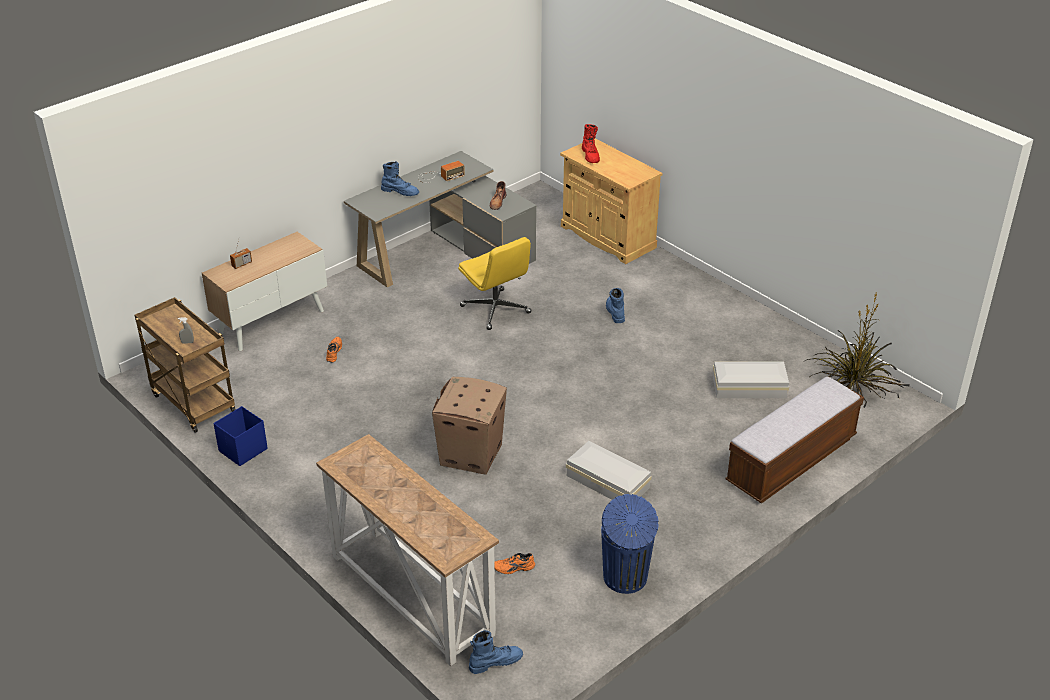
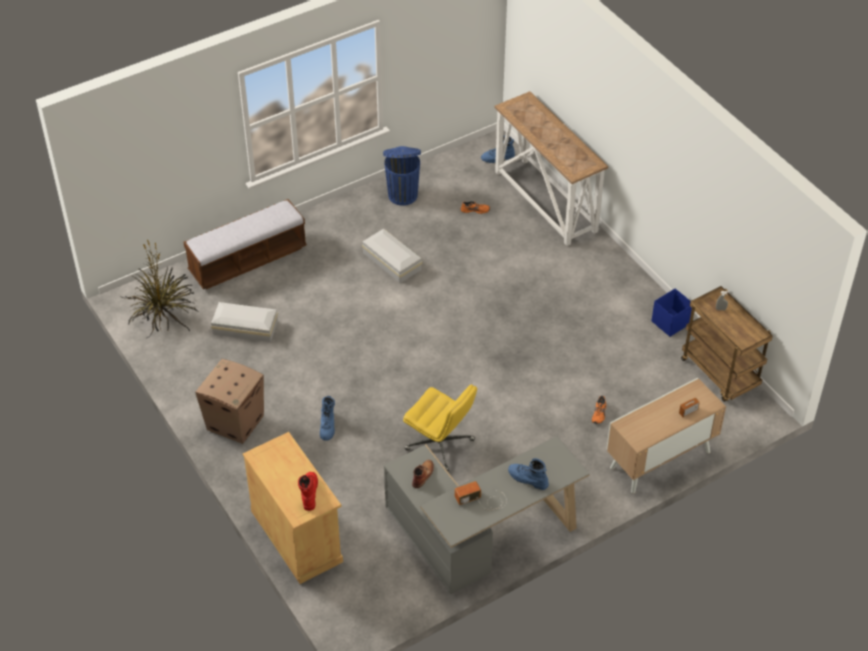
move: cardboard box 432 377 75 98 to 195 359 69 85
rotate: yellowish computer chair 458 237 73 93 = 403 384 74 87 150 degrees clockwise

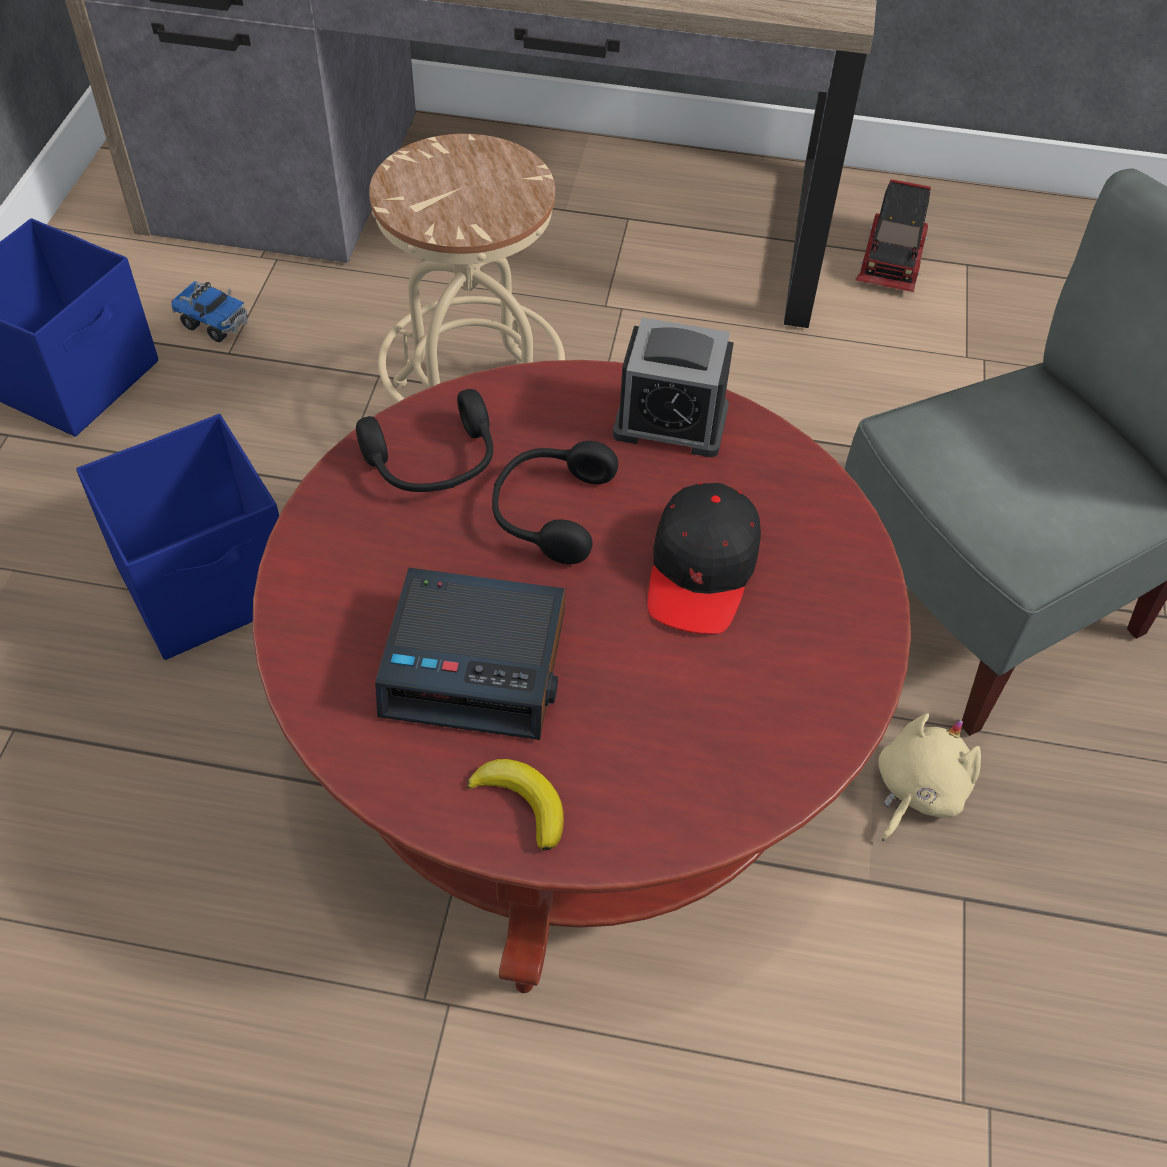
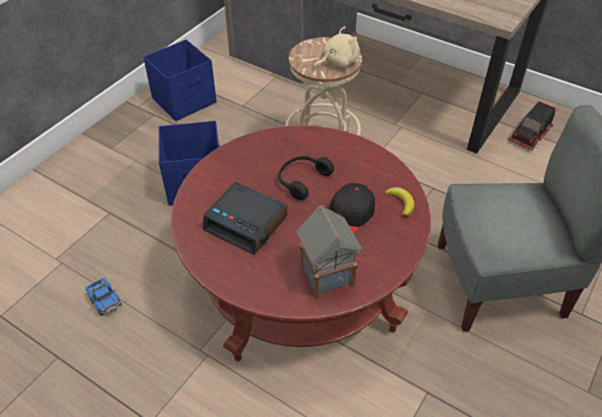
delete: black-coloured headphones 356 389 137 103; alarm clock 613 317 121 140
insert: miniature house 296 205 66 93
move: model truck 171 281 76 61 to 85 278 36 38; banana fruit 467 759 97 92 to 385 187 30 30; beige cuddly toy 878 713 103 128 to 313 26 46 42

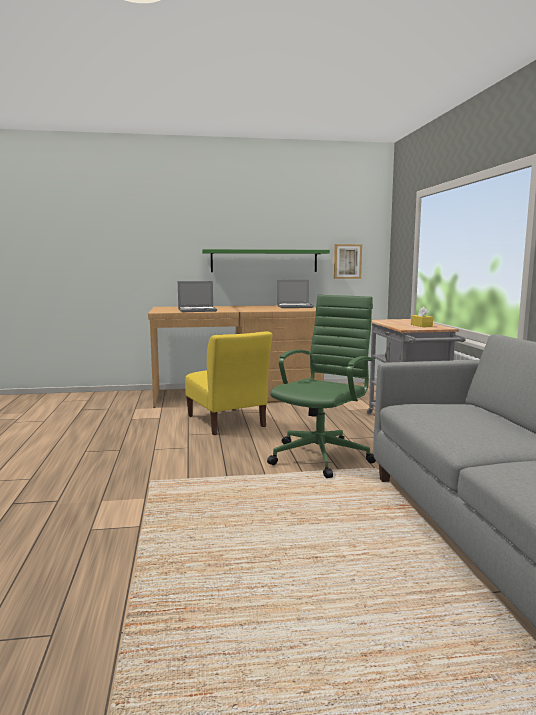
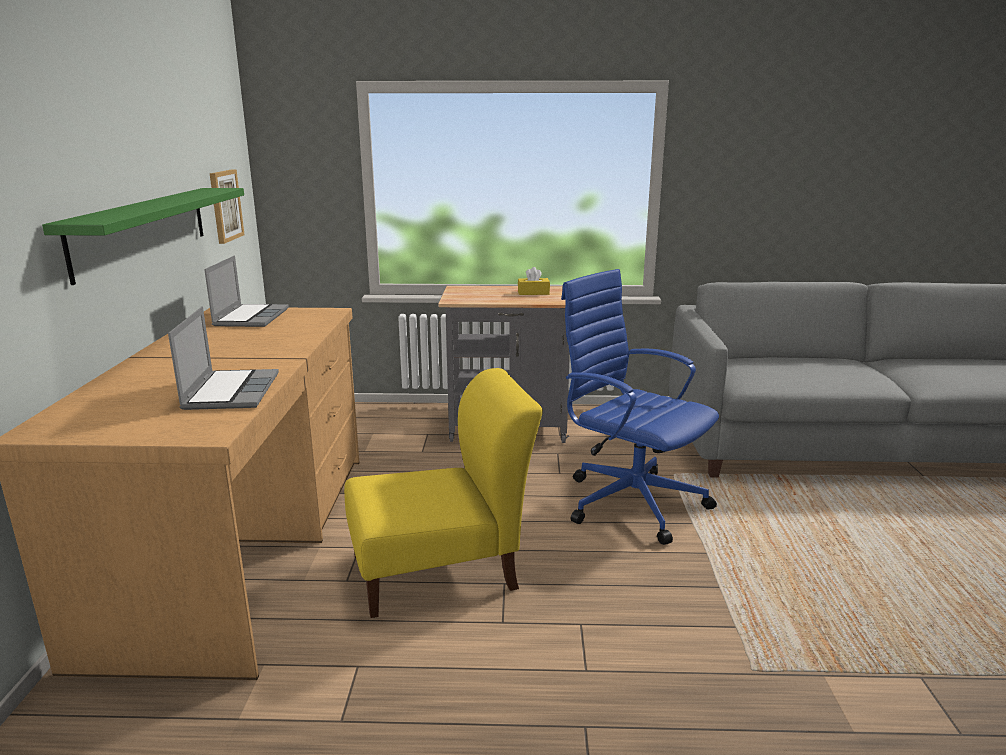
recolor: greenish computer chair 267 295 109 183 to bluish computer chair 561 269 158 276

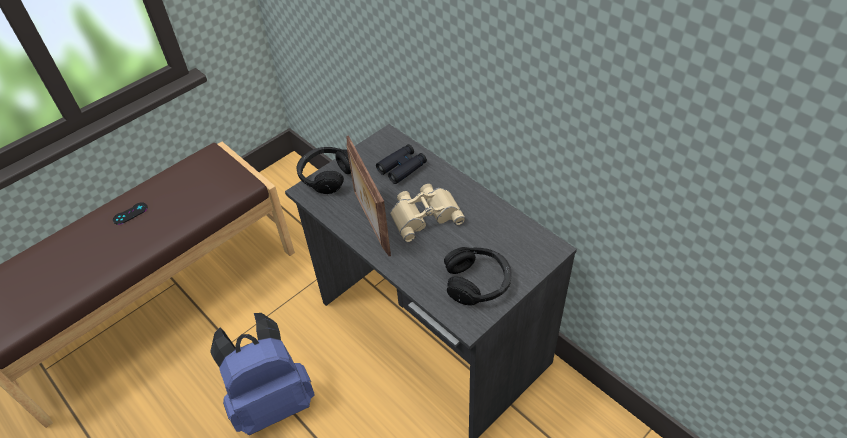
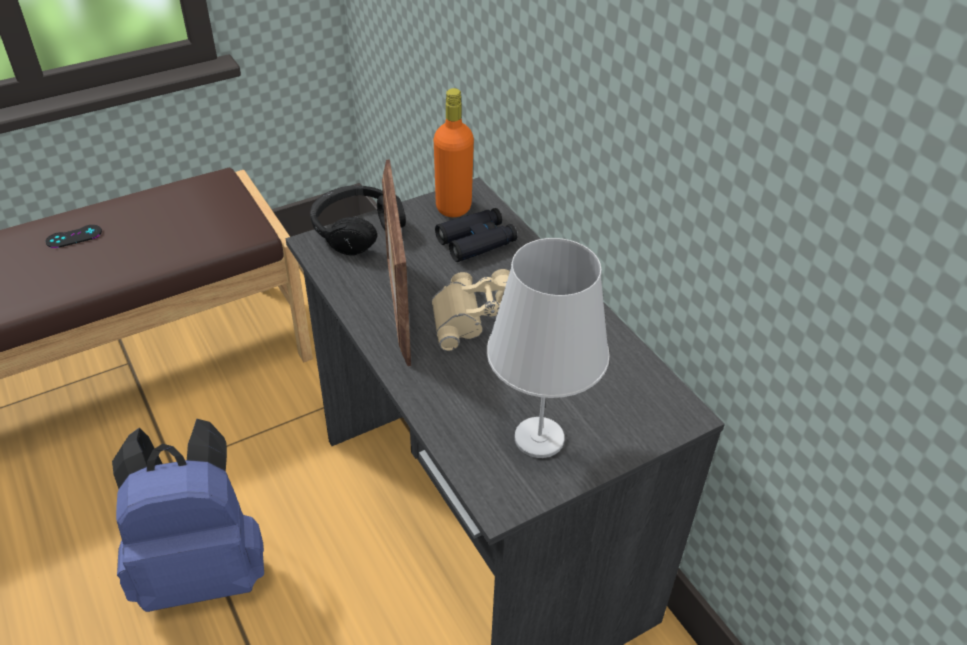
insert: orange-coloured beverage bottle 434 88 40 129
replace: black-coloured headphones 444 247 68 59 to white-coloured table lamp 487 238 123 220

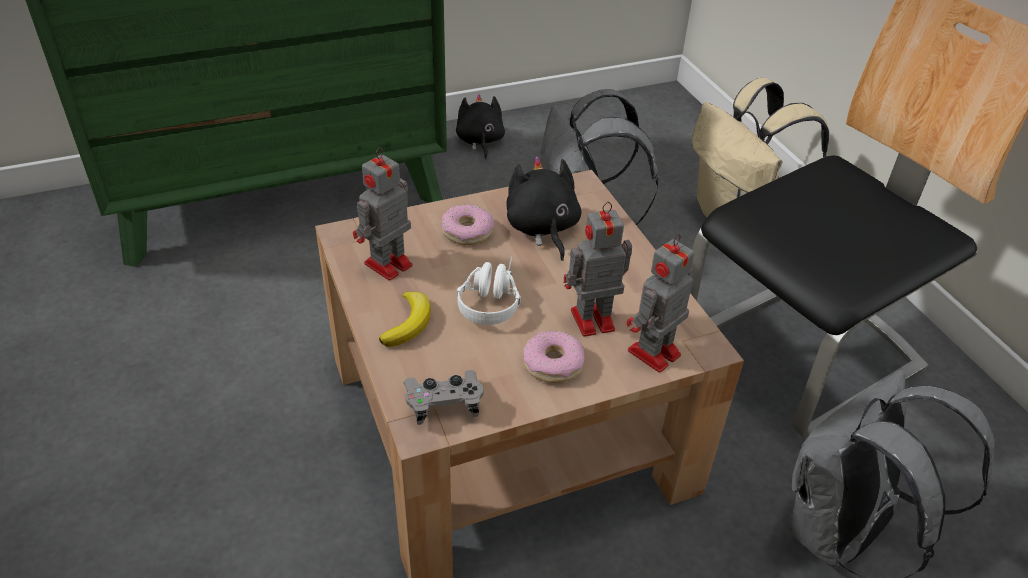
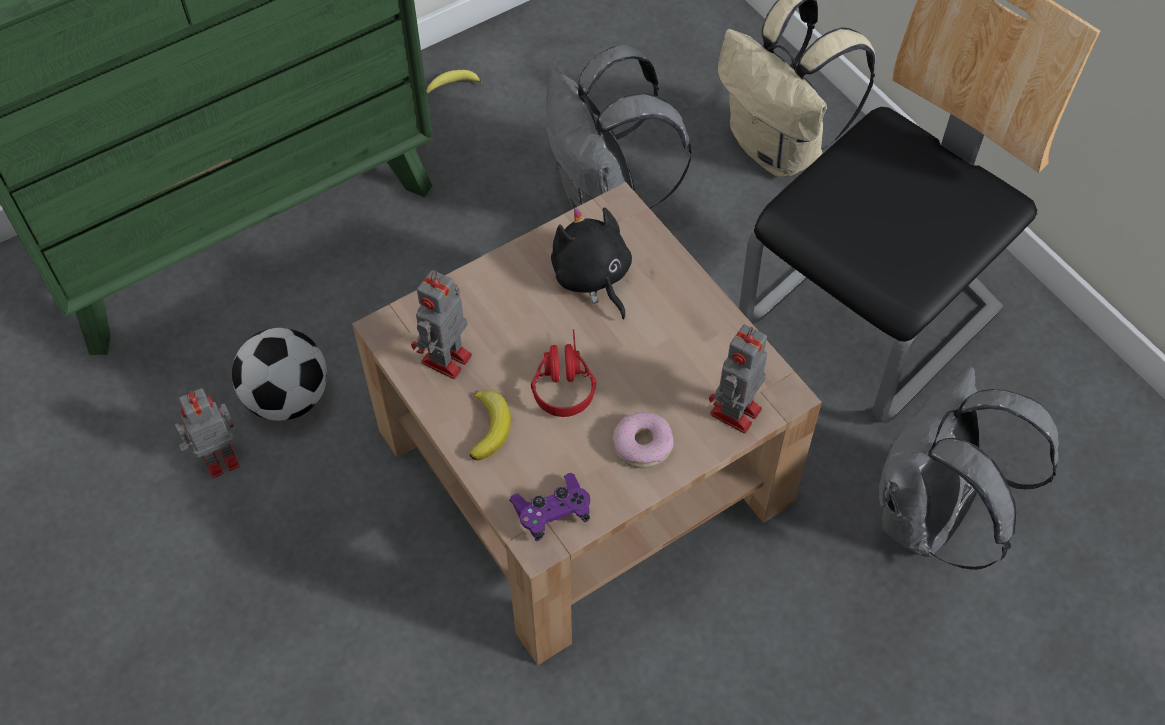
delete: doughnut 442 204 52 41
insert: ball for football 232 328 95 93
move: toy robot 563 202 69 135 to 175 388 65 90
replace: black-coloured cuddly toy 456 94 49 65 to banana fruit 427 70 56 23
recolor: gray joypad 403 370 81 55 to purplish joypad 509 473 81 68; white-coloured headphones 457 257 64 68 to red headphones 531 329 65 88

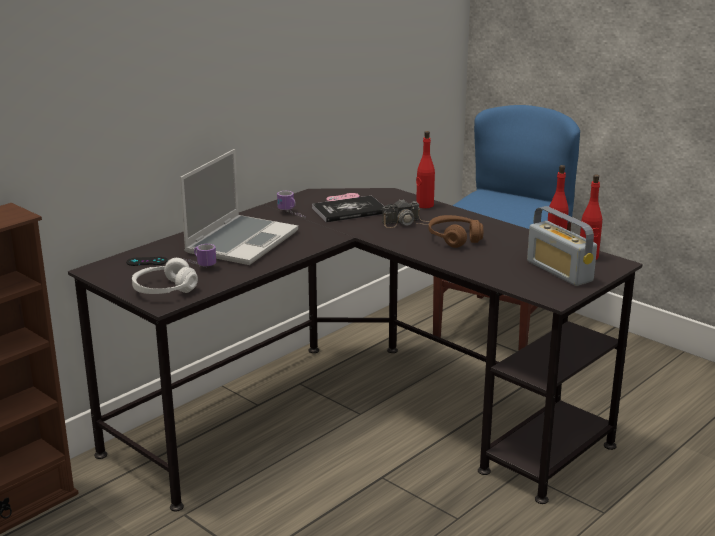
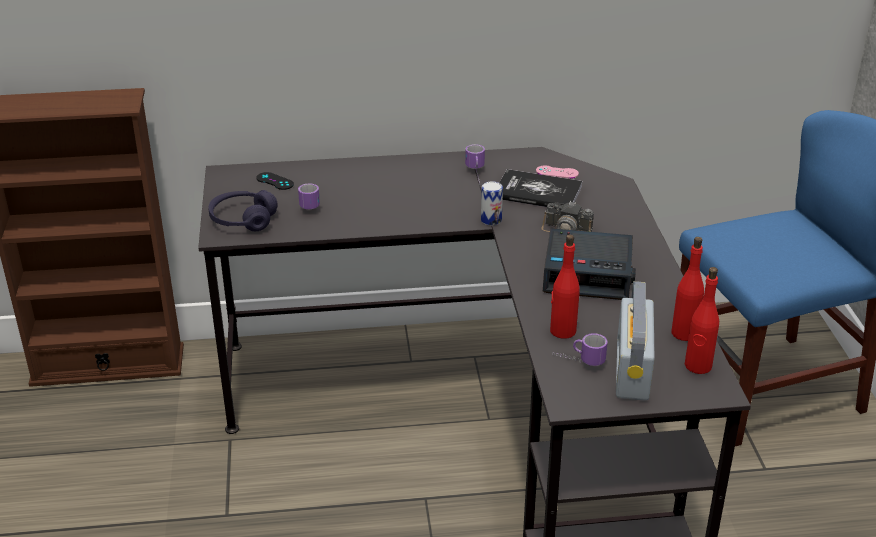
delete: laptop 180 149 118 116
insert: can 481 181 22 44; mug 552 333 56 33
move: red beverage bottle 416 131 19 77 to 550 234 30 105
replace: brown-coloured headphones 429 215 54 33 to alarm clock 543 228 93 72
recolor: white-coloured headphones 132 258 66 36 to purplish headphones 208 190 70 41

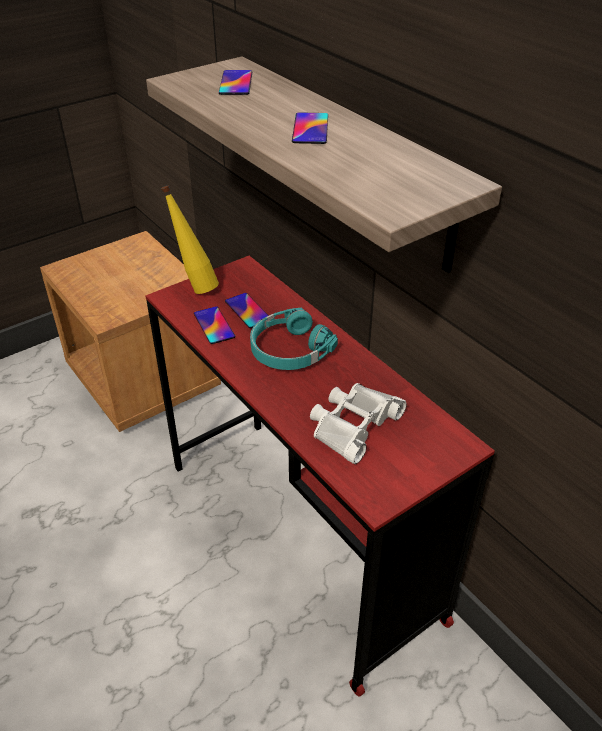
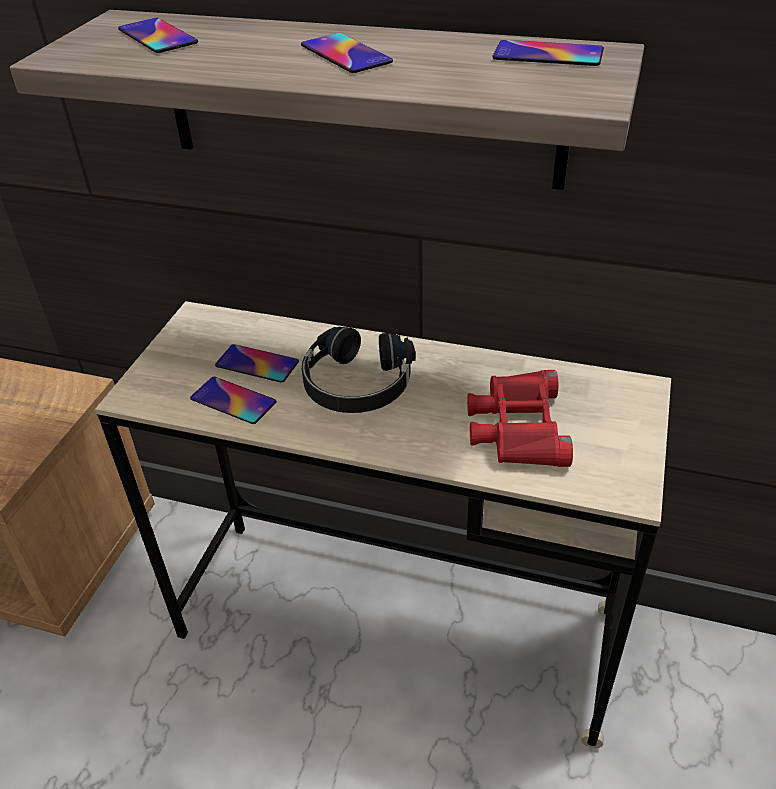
delete: yellowish beverage bottle 161 185 58 109
insert: handset 492 40 112 26
recolor: red desk table 146 256 349 441 to beige desk table 95 301 576 447; turquoise headphones 250 308 88 62 to black-coloured headphones 302 327 113 86; white-coloured pair of binoculars 310 383 97 81 to red pair of binoculars 467 370 106 97

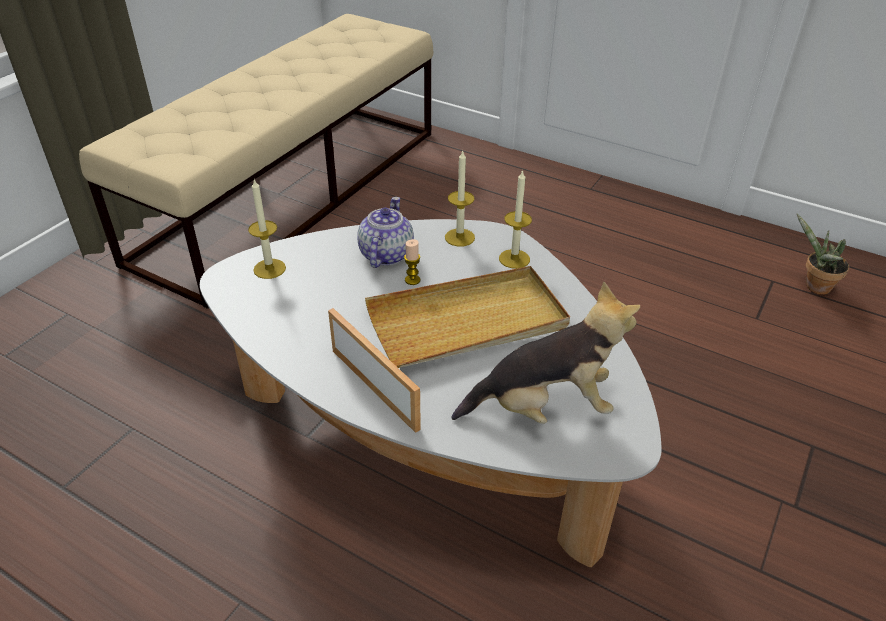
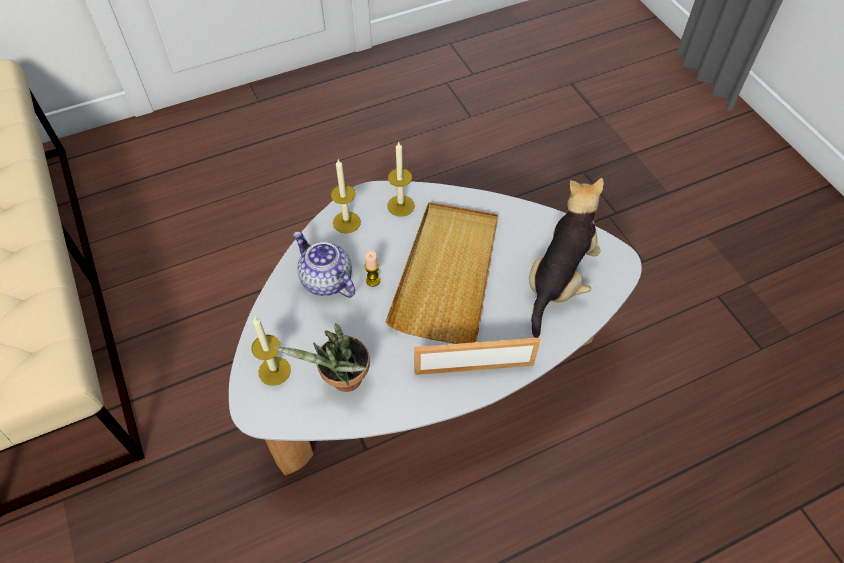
move: plant in a pot 797 214 52 81 to 273 323 97 69

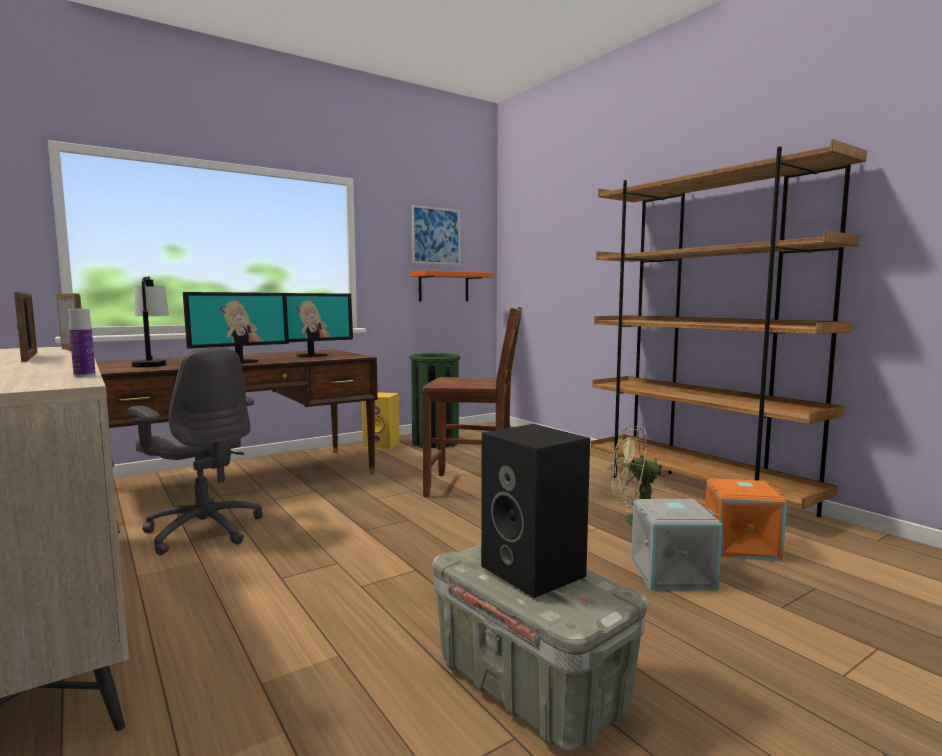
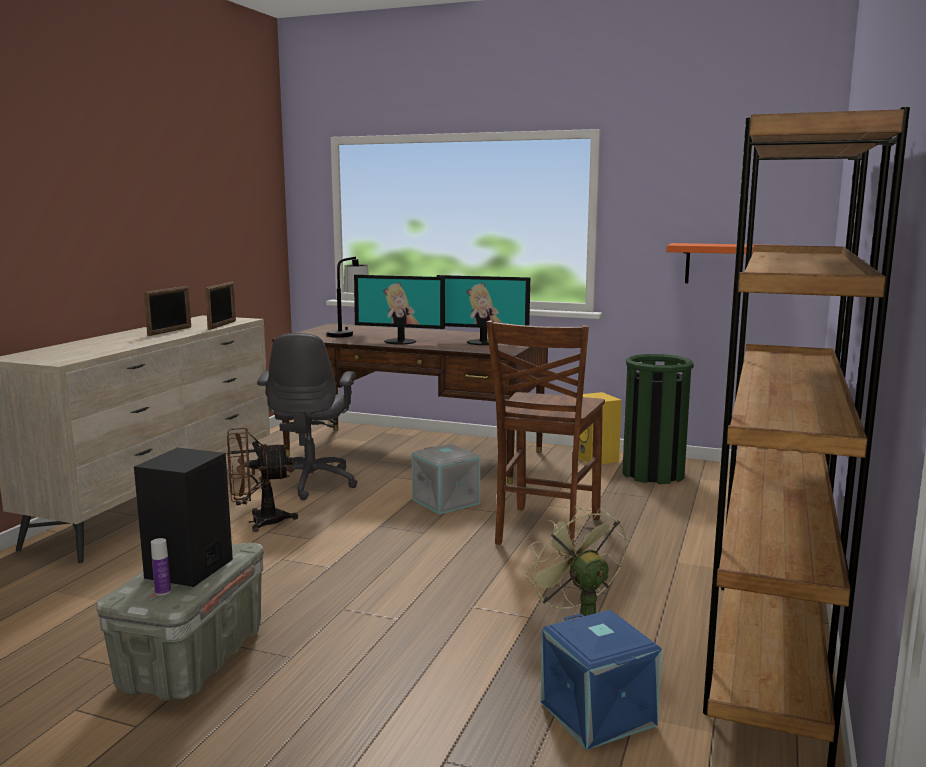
delete: picture 412 205 48 60
insert: brown-coloured fan 227 427 71 105
move: beverage bottle 68 309 28 68 to 151 538 20 58; gray storage bin 631 499 92 91 to 412 444 68 71
recolor: orange-coloured storage bin 705 478 82 84 to bluish storage bin 541 610 121 140
rotate: brown-coloured plain chair 423 307 99 190 = 486 320 119 225 45 degrees clockwise

